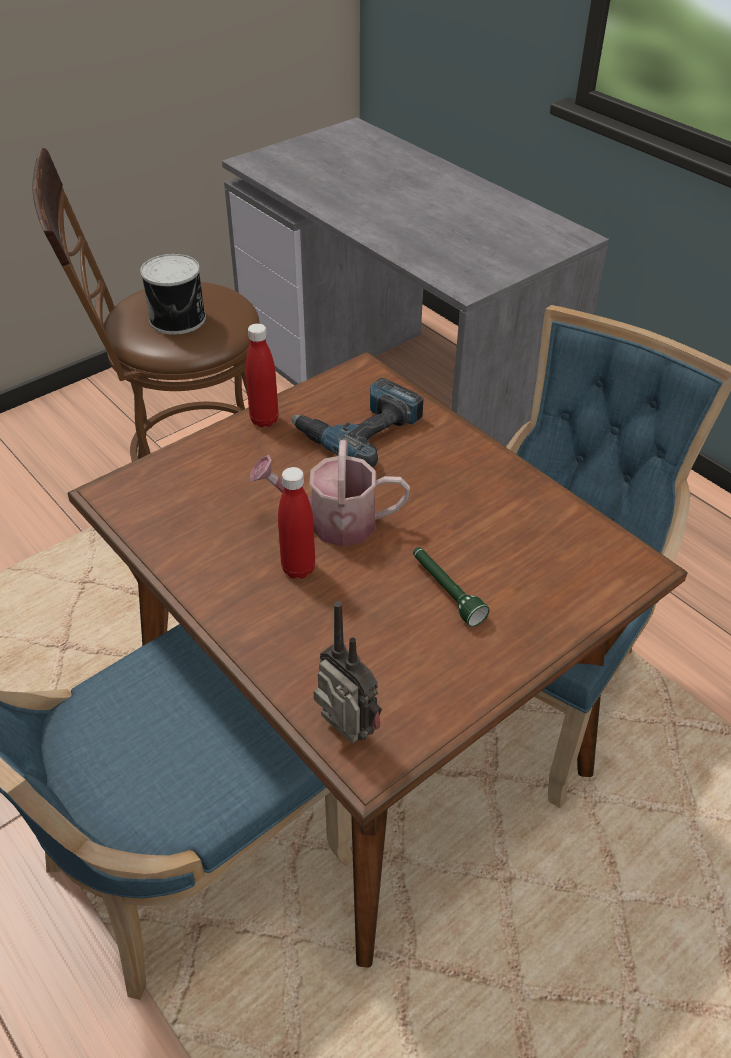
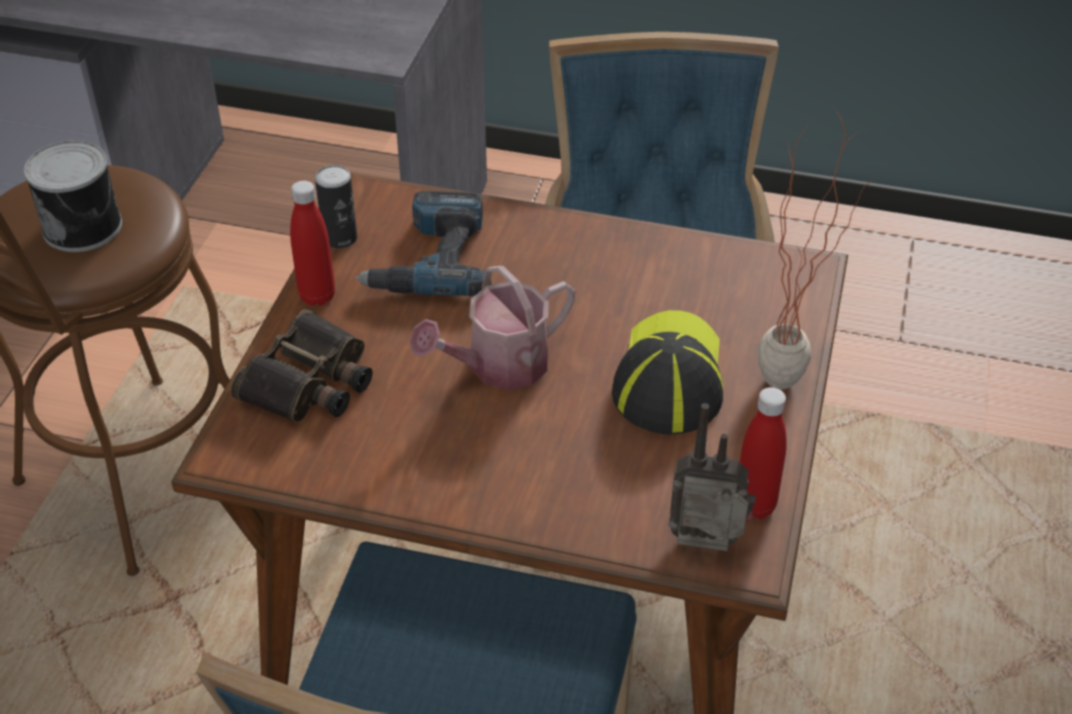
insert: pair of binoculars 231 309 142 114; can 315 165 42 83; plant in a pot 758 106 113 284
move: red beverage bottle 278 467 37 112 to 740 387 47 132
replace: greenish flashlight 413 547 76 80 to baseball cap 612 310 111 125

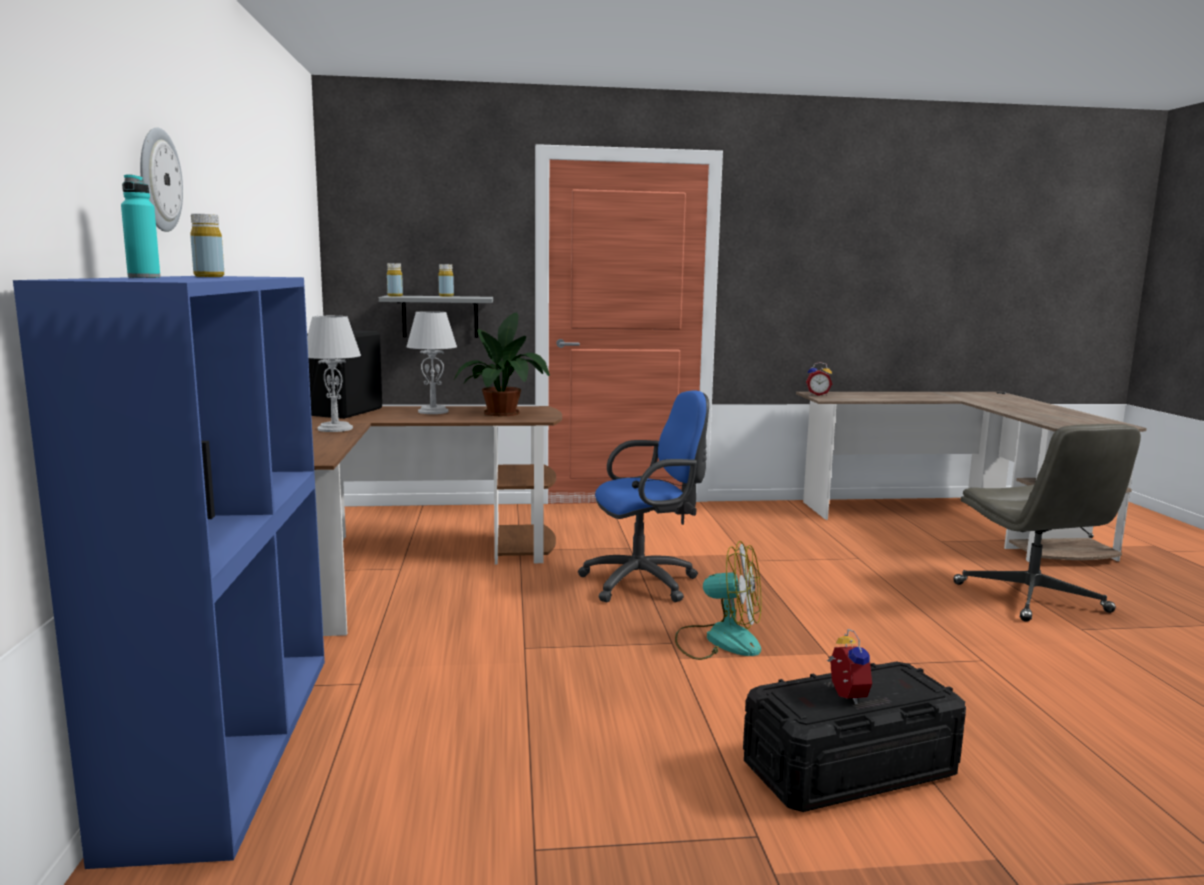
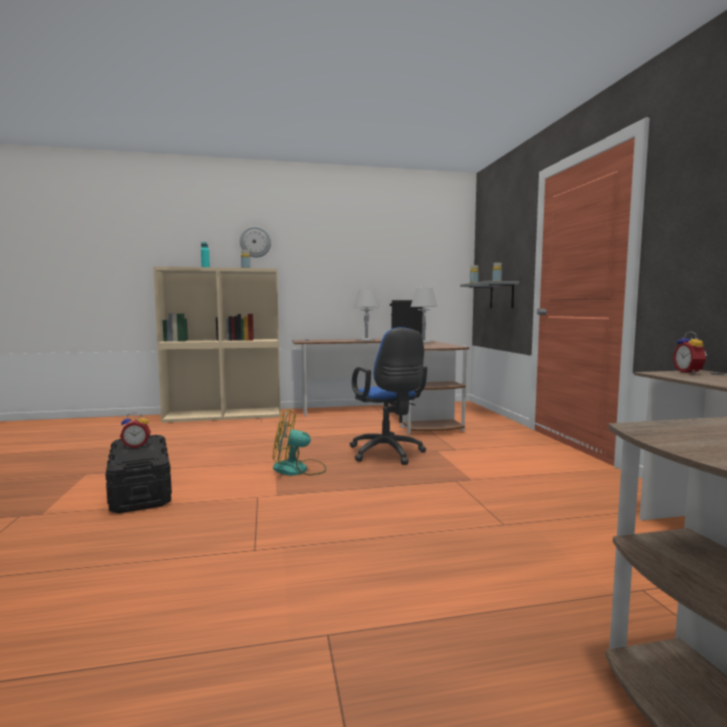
delete: plant in a pot 454 313 96 103; gray computer chair 953 424 188 198
recolor: bluish shelving unit 13 276 312 593 to beige shelving unit 153 266 128 157
rotate: fan 675 541 87 119 = 273 409 53 67 75 degrees clockwise

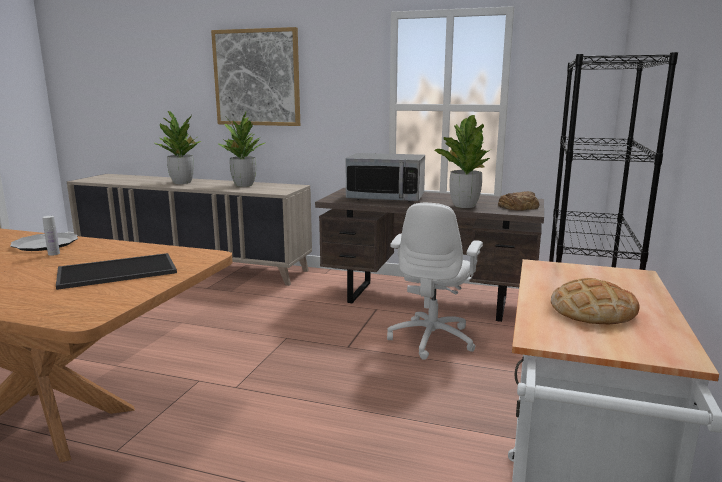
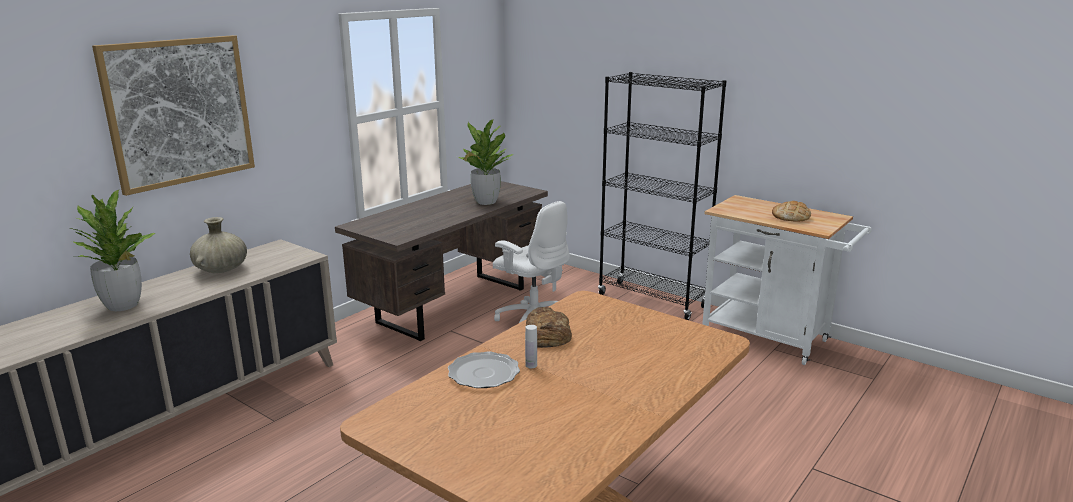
delete: tray 56 253 121 37; microwave 346 153 79 49
move: bakery bread 498 191 42 20 to 526 307 46 41
replace: plant in a pot 218 112 47 75 to beige decorative vase 190 217 57 56

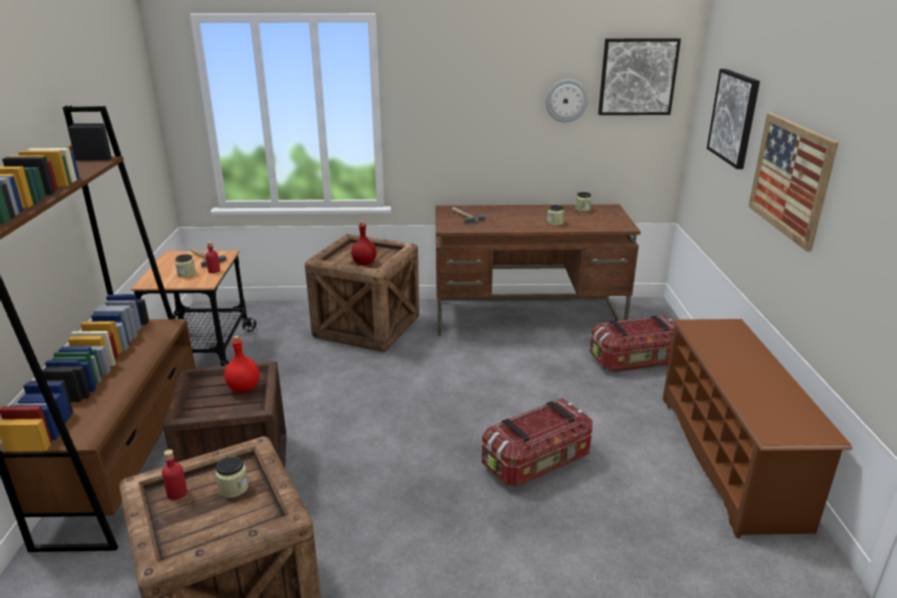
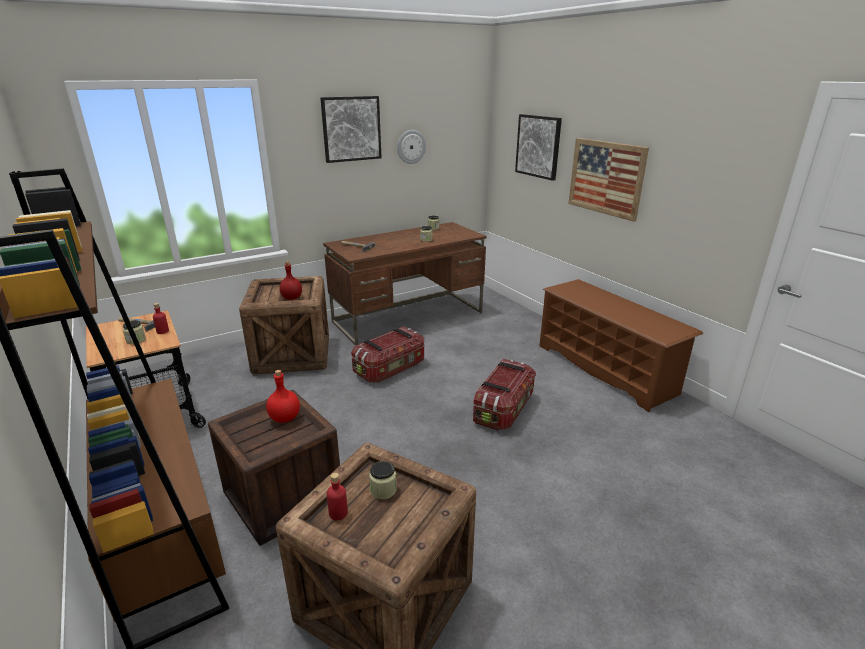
move: storage bin 590 315 85 57 to 351 327 73 56; picture 598 38 83 77 to 320 96 62 67

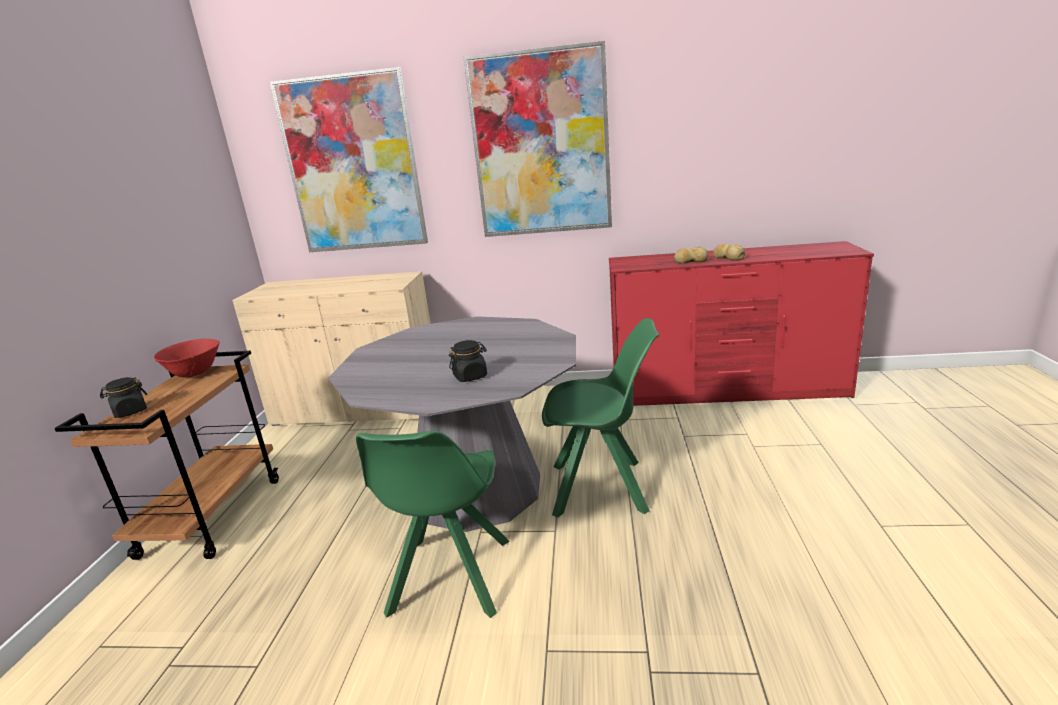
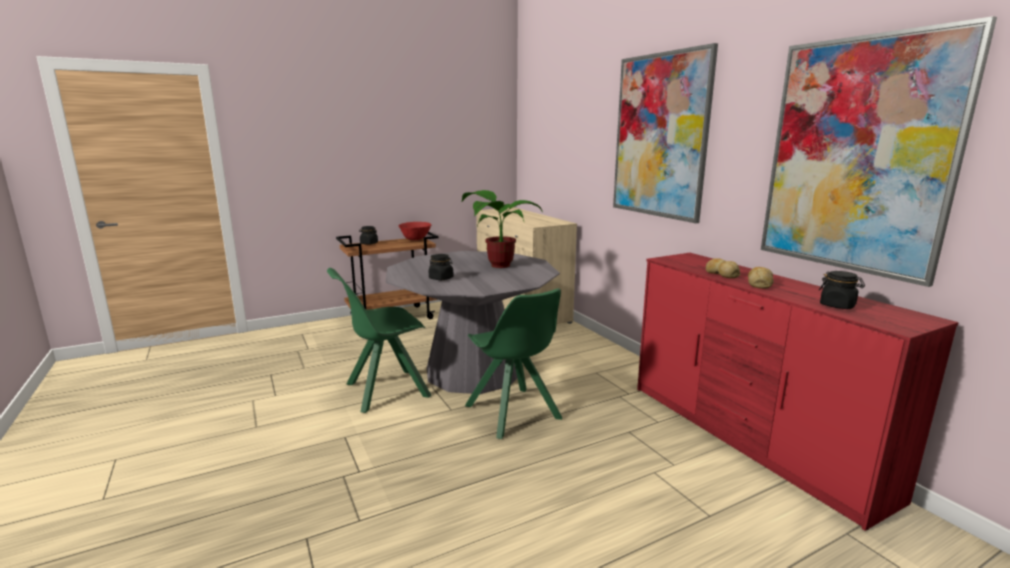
insert: plant in a pot 462 190 81 78; black-coloured preserve jar 819 271 46 38
move: picture 270 67 158 185 to 761 16 236 271

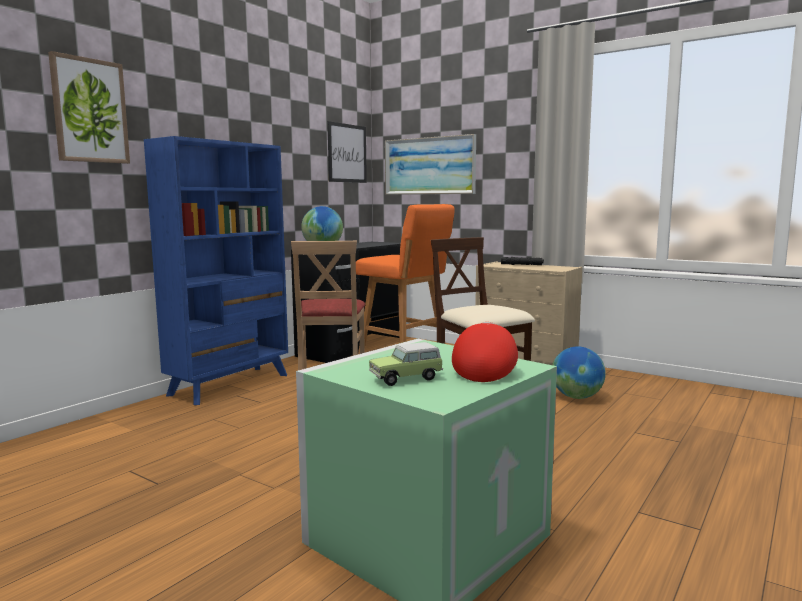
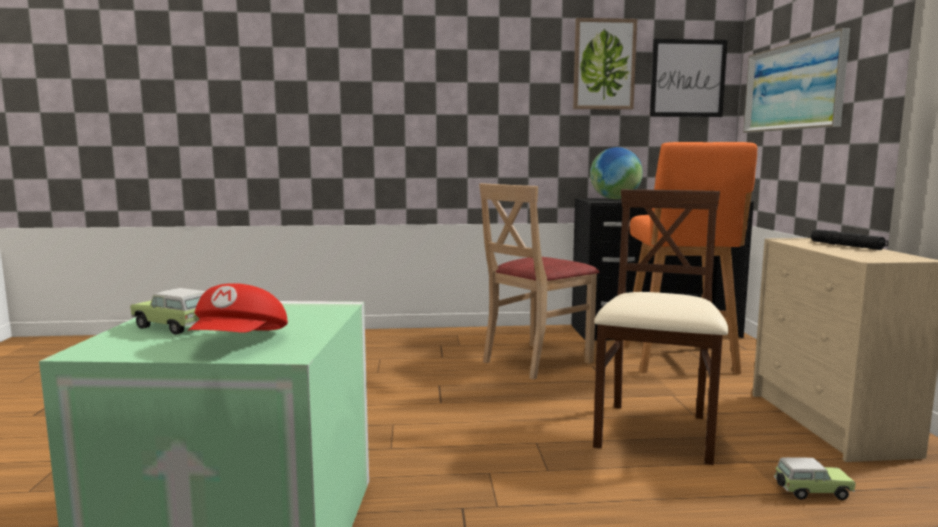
delete: bluish shelving unit 144 136 144 269
move: picture 48 51 82 113 to 573 18 64 92
replace: globe 552 346 54 53 to model car 774 457 82 43
rotate: red baseball cap 452 322 66 60 = 188 283 100 50 120 degrees clockwise

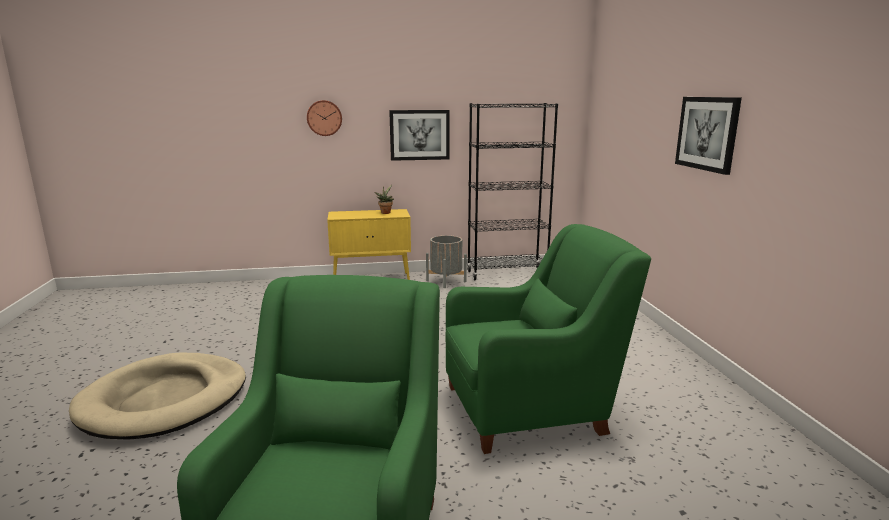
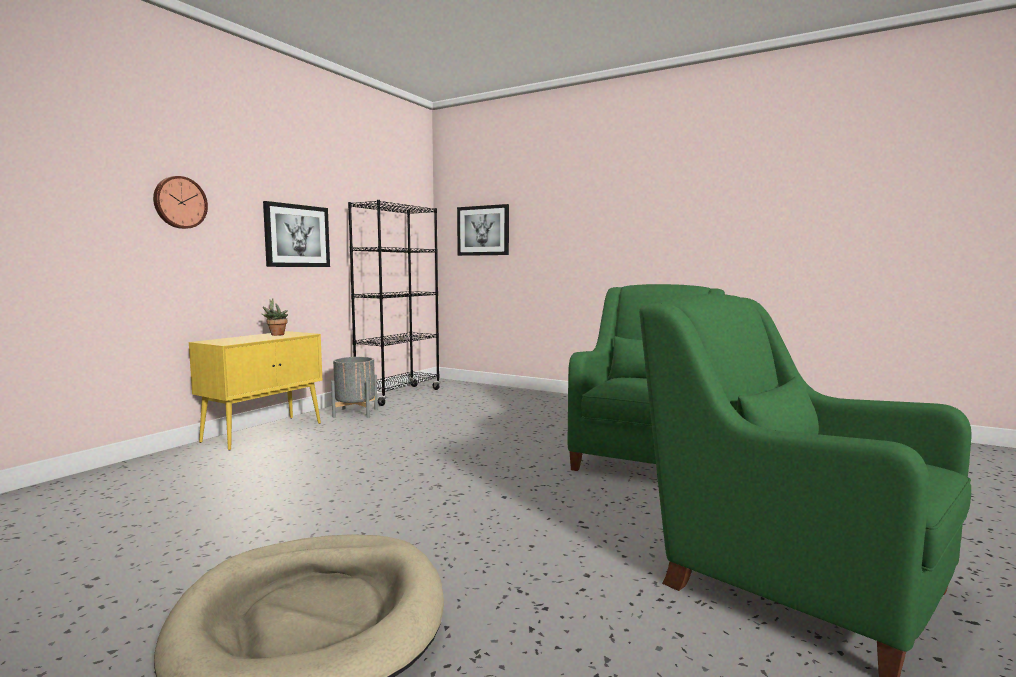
move: picture 675 97 67 78 to 457 204 52 52

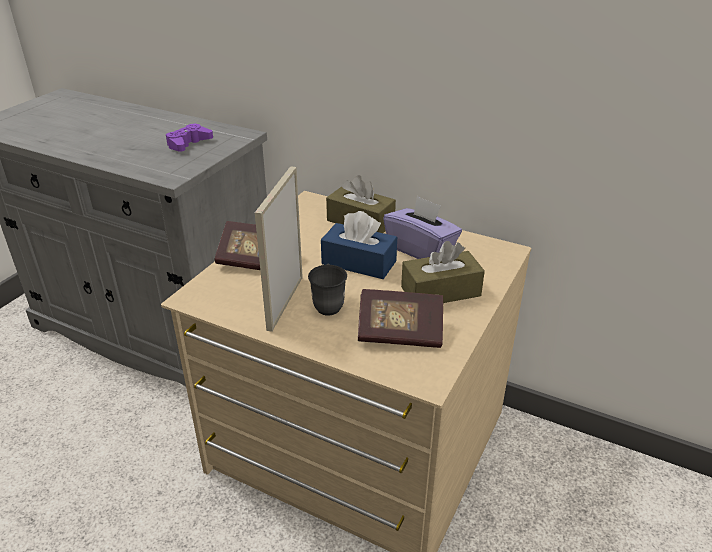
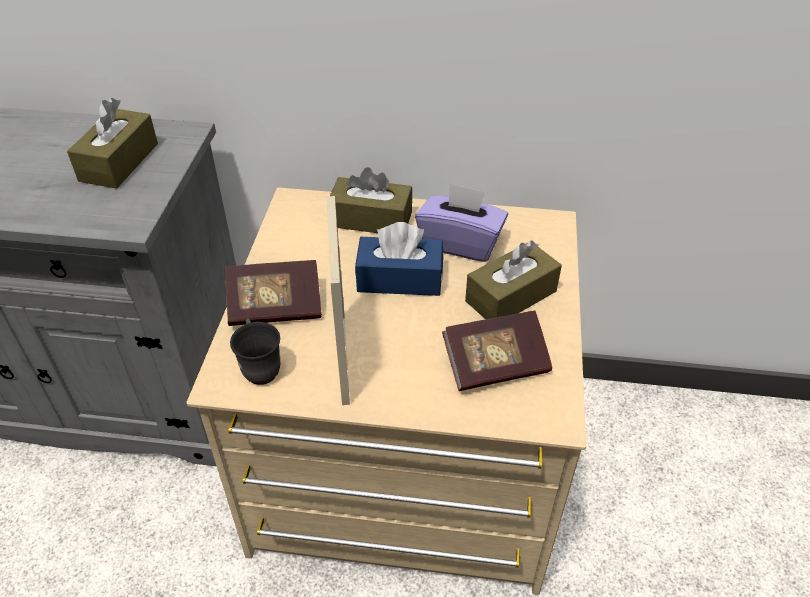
move: gray mug 308 264 39 52 to 230 318 50 67
replace: purplish joypad 166 124 47 28 to brown-coloured tissue holder 67 98 91 91

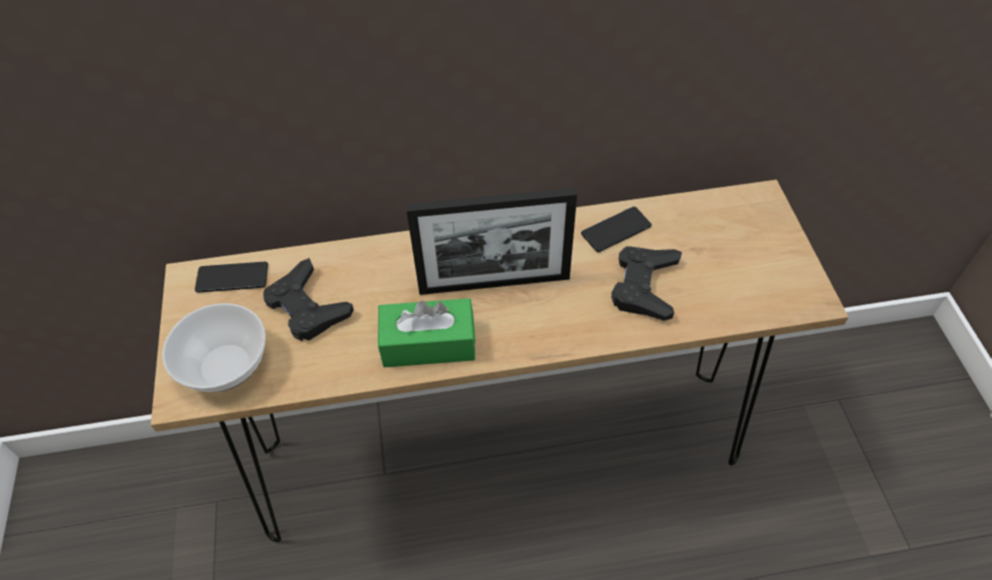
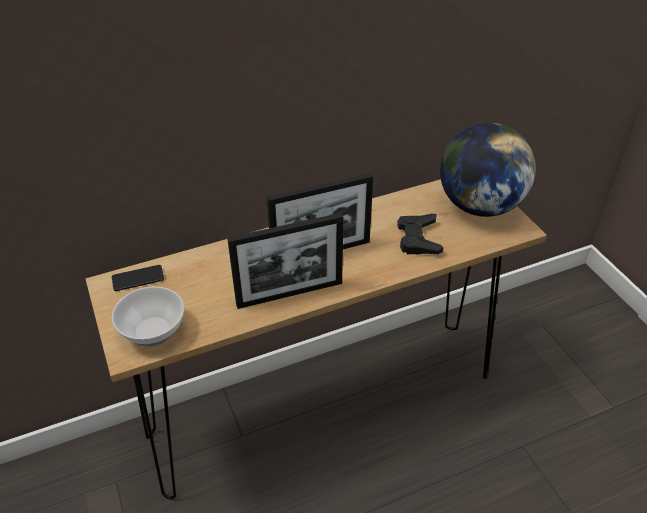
delete: black-coloured joypad 263 258 91 83; handset 581 206 71 46
insert: globe 440 123 96 94
replace: greenish tissue holder 378 298 98 69 to picture frame 227 213 117 96

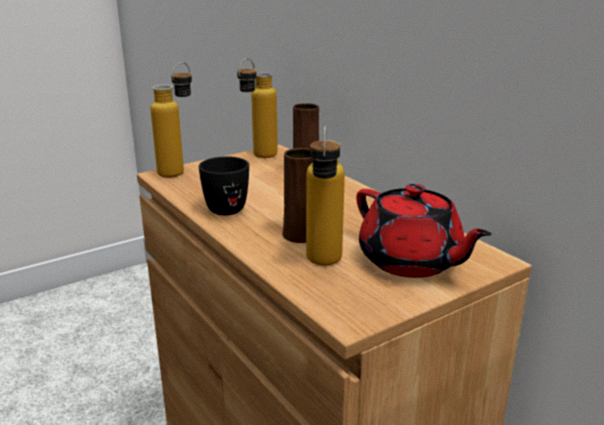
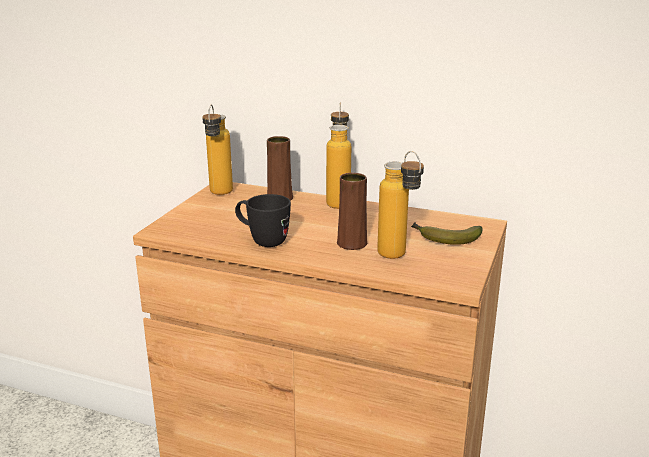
move: beverage bottle 150 62 42 116 to 326 103 25 106
replace: red teapot 356 184 136 94 to banana fruit 411 222 72 23

